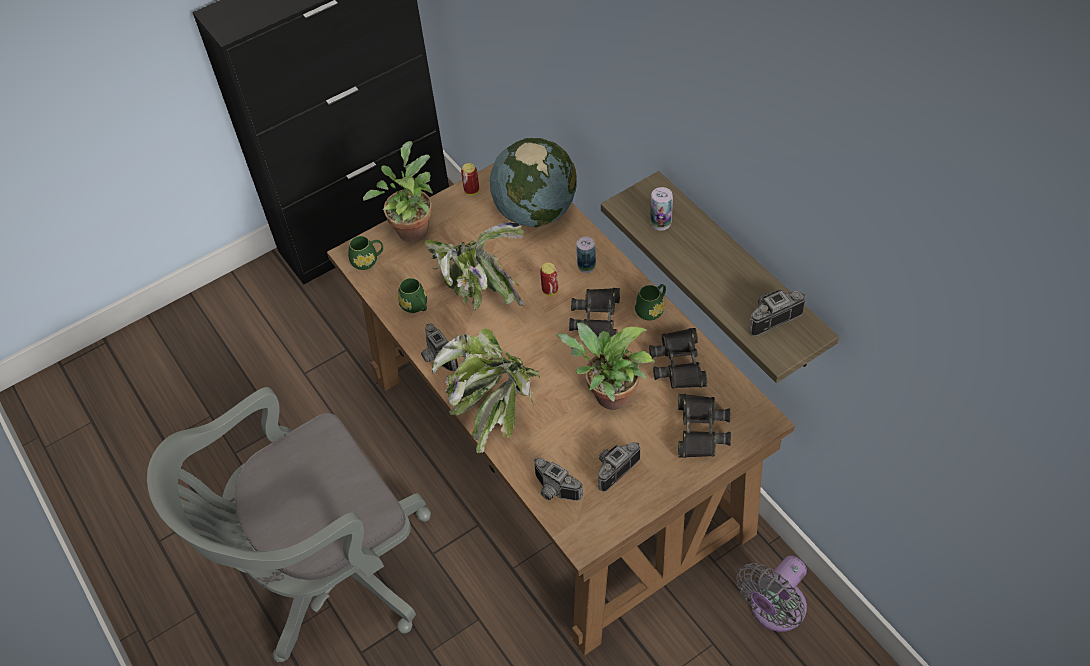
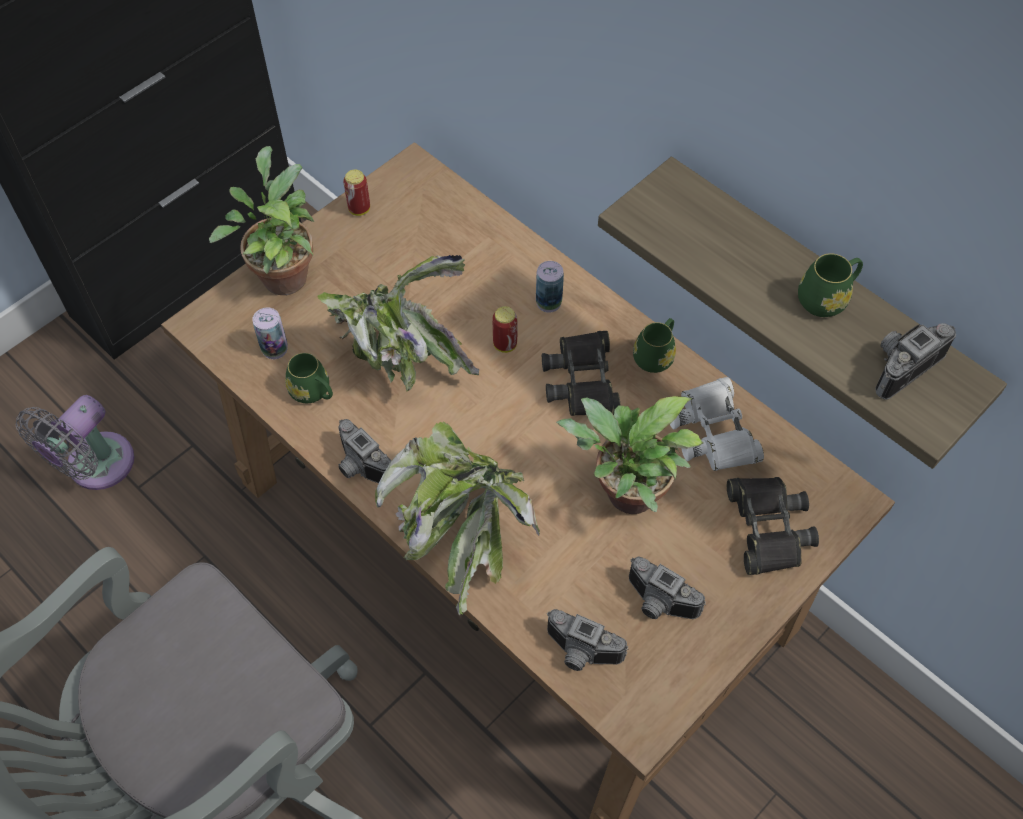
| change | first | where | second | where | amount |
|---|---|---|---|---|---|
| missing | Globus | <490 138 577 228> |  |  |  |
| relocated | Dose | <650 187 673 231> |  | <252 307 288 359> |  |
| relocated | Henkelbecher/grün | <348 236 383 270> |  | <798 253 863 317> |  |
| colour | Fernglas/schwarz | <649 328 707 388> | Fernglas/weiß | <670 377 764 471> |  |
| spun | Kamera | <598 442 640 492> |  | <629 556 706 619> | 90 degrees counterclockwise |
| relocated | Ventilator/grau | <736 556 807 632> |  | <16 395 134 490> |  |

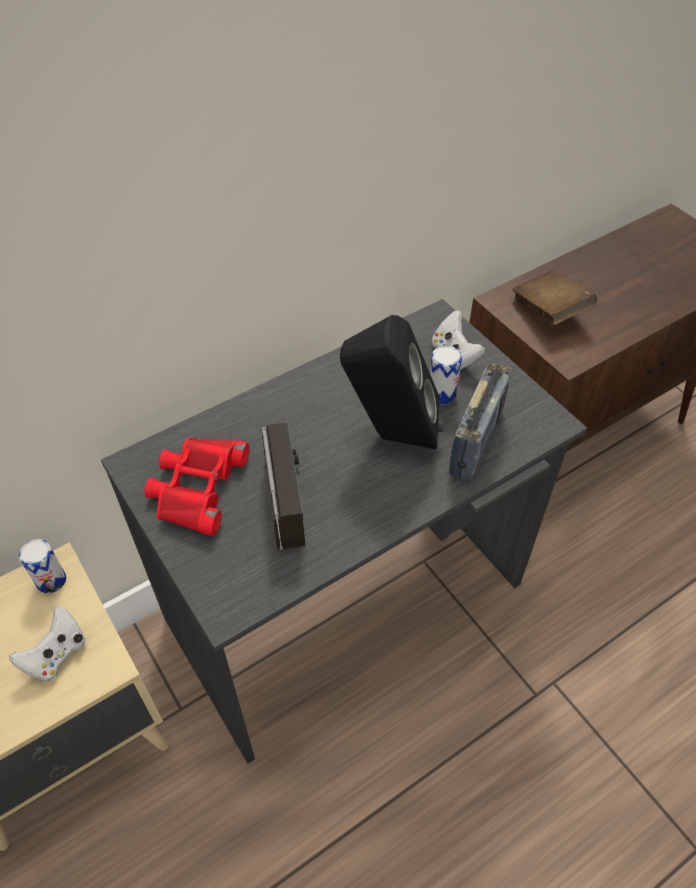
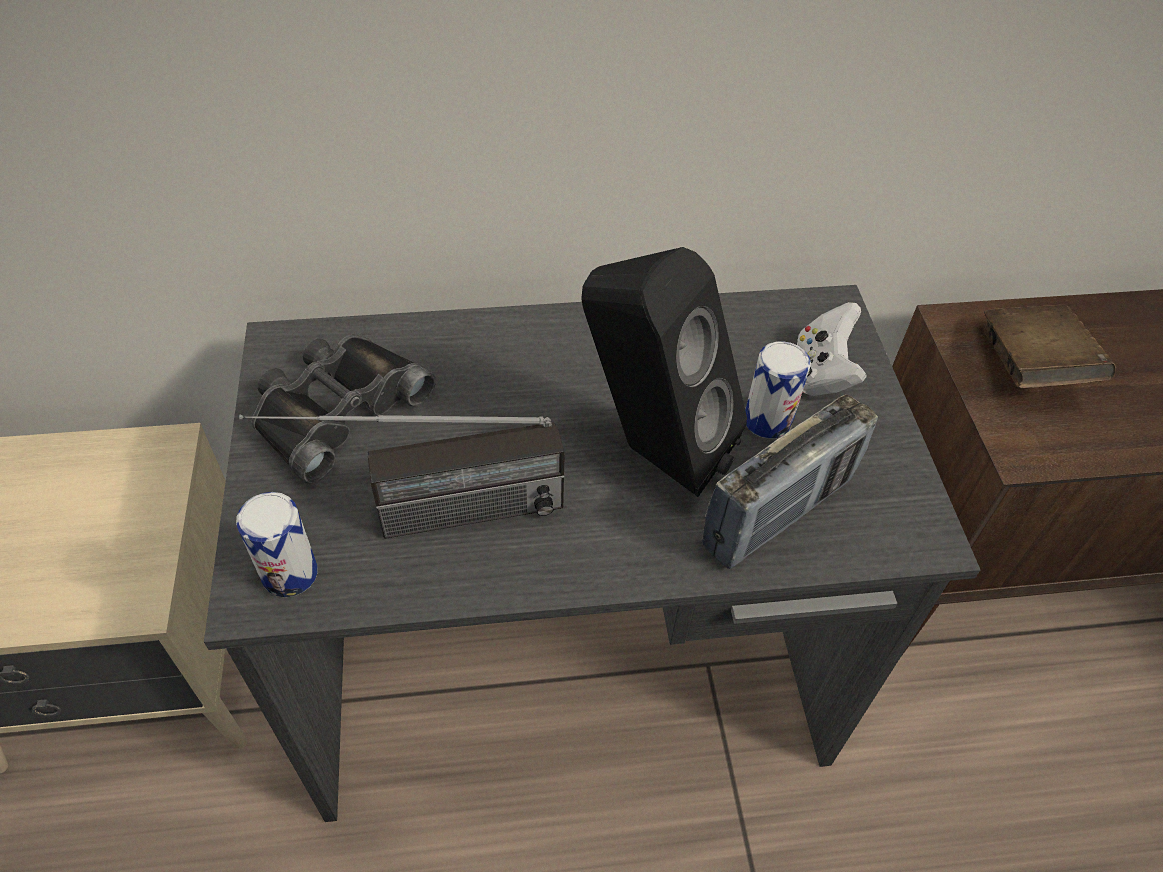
| change | first | where | second | where | amount |
|---|---|---|---|---|---|
| spun | Radio | <261 422 305 550> |  | <239 415 565 539> | 60 degrees clockwise |
| colour | Fernglas/rot | <144 438 250 536> | Fernglas/schwarz | <251 334 436 483> |  |
| relocated | Dose | <19 539 66 593> |  | <236 492 318 597> |  |
| missing | Gamepad/weiß | <9 606 85 682> |  |  |  |

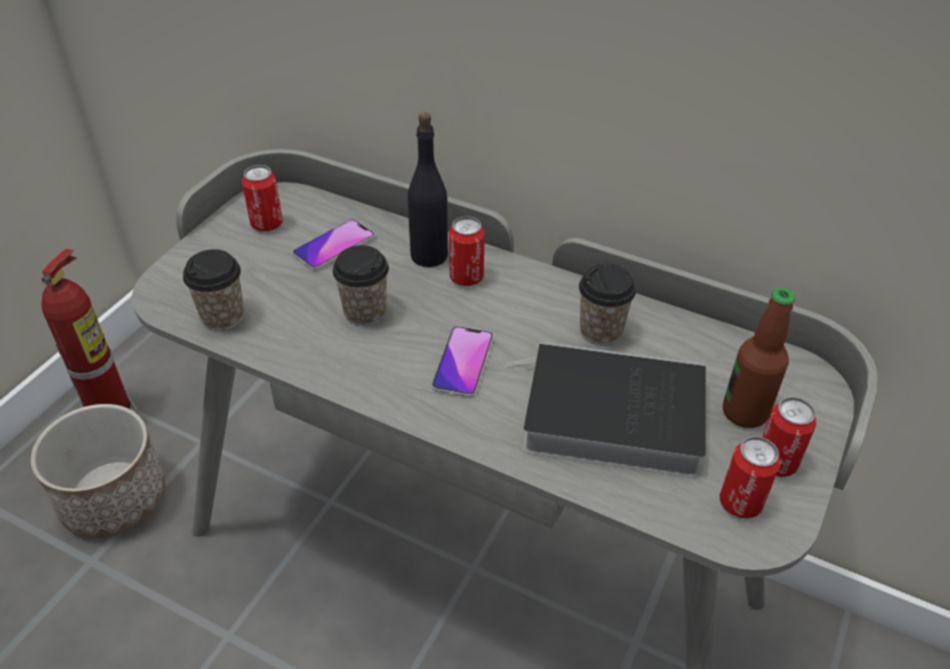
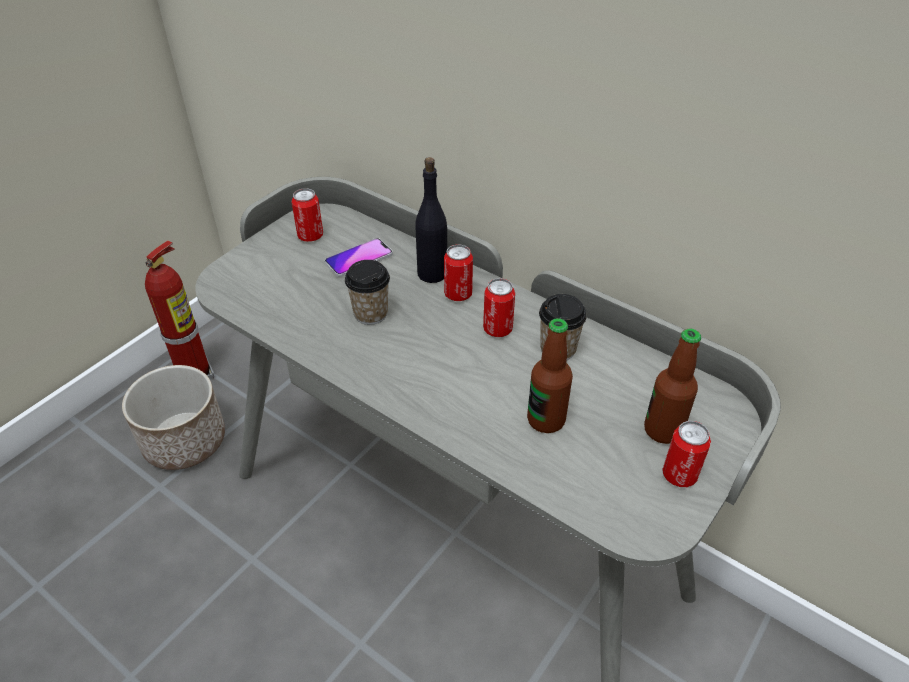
| change | first | where | second | where | amount |
|---|---|---|---|---|---|
| missing | Tasse | <183 249 244 331> |  |  |  |
| missing | Handy | <432 326 494 398> |  |  |  |
| exchanged | Buch | <504 342 706 478> | Flasche | <527 318 573 433> |  |
| relocated | Dose | <720 436 780 519> |  | <483 278 515 337> |  |

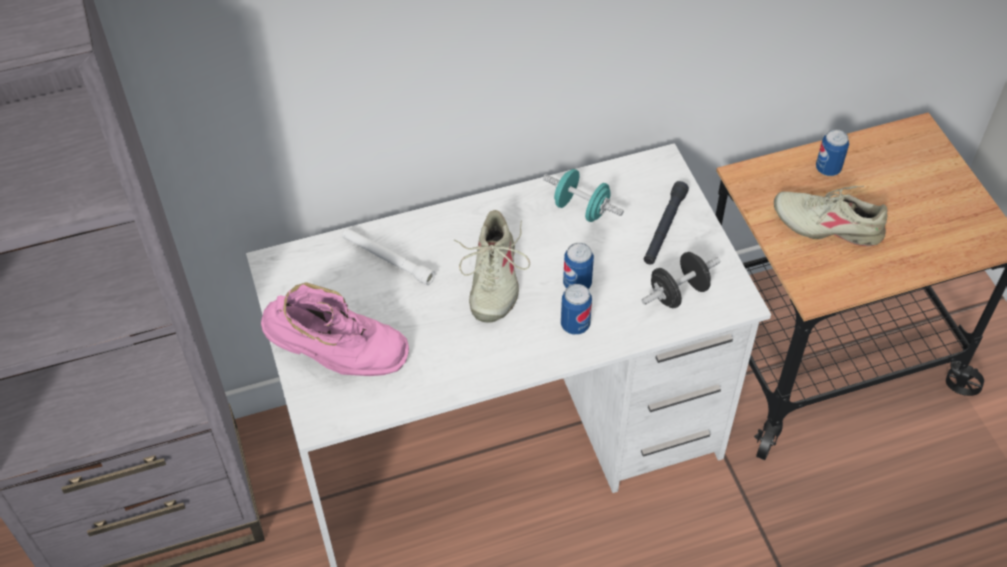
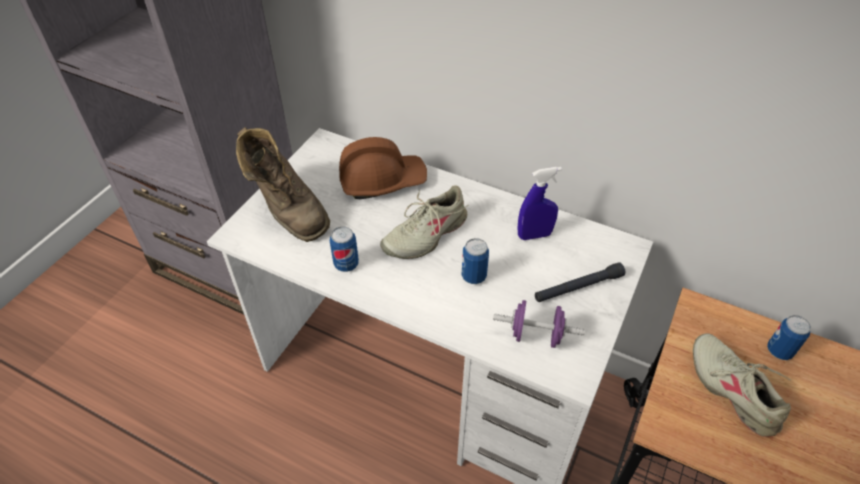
| change | first | where | second | where | amount |
|---|---|---|---|---|---|
| exchanged | Hantel/türkis | <543 169 624 222> | Sprühflasche/blau | <517 167 562 240> |  |
| exchanged | Taschenlampe/weiß | <342 228 435 285> | Schutzhelm/braun | <339 137 427 199> |  |
| colour | Hantel/schwarz | <642 252 720 308> | Hantel/lila | <493 300 585 348> |  |
| colour | Stiefel/rosa | <261 282 409 376> | Stiefel/braun | <236 127 330 242> |  |
| relocated | Dose | <561 284 592 335> |  | <330 227 359 272> |  |

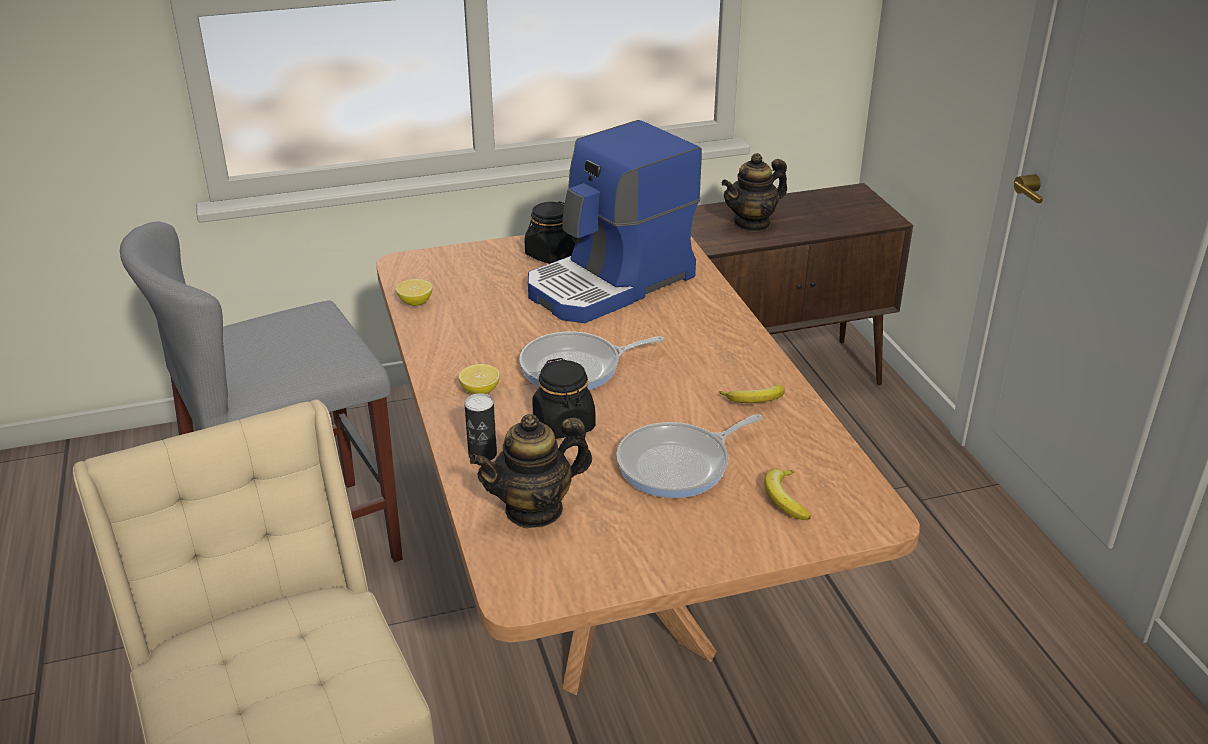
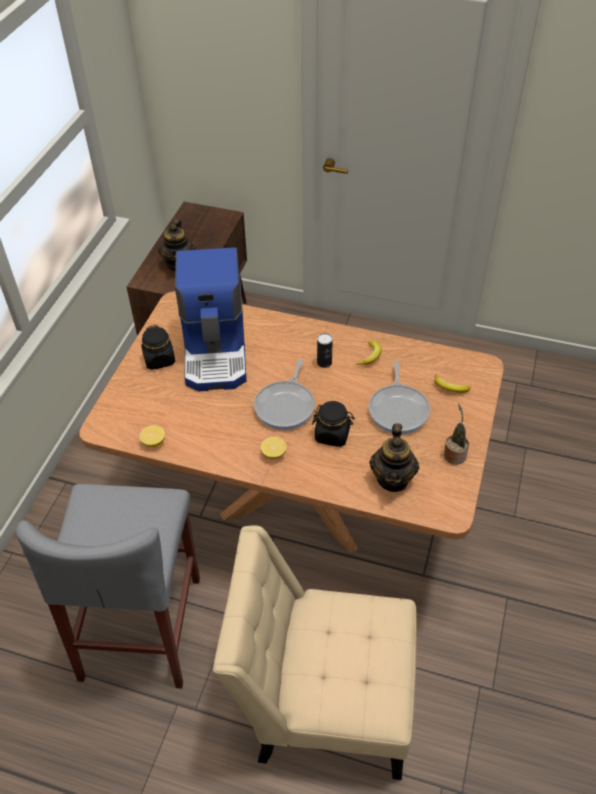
| change | first | where | second | where | amount |
|---|---|---|---|---|---|
| relocated | Dose | <465 393 497 461> |  | <317 333 333 368> |  |
| appeared |  |  | Topfpflanze | <444 403 469 465> |  |

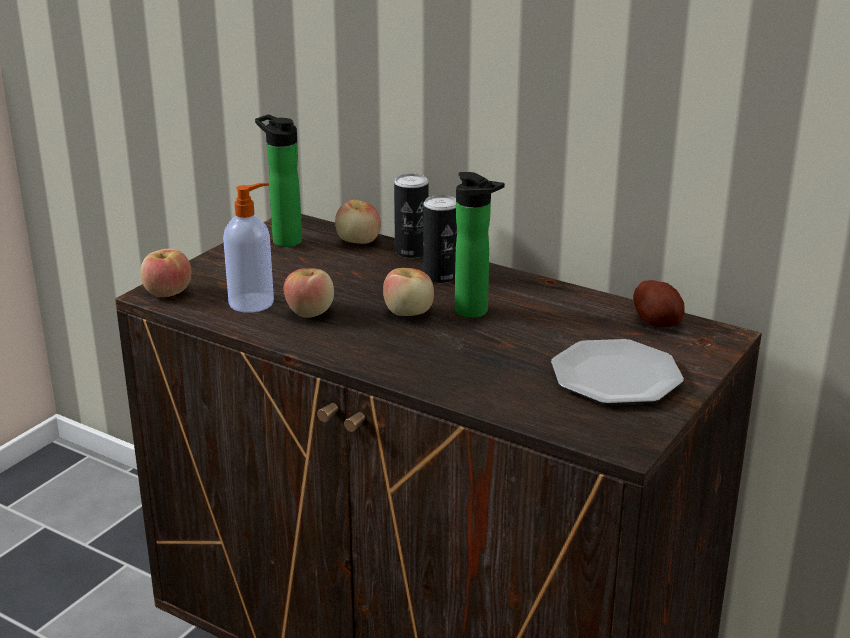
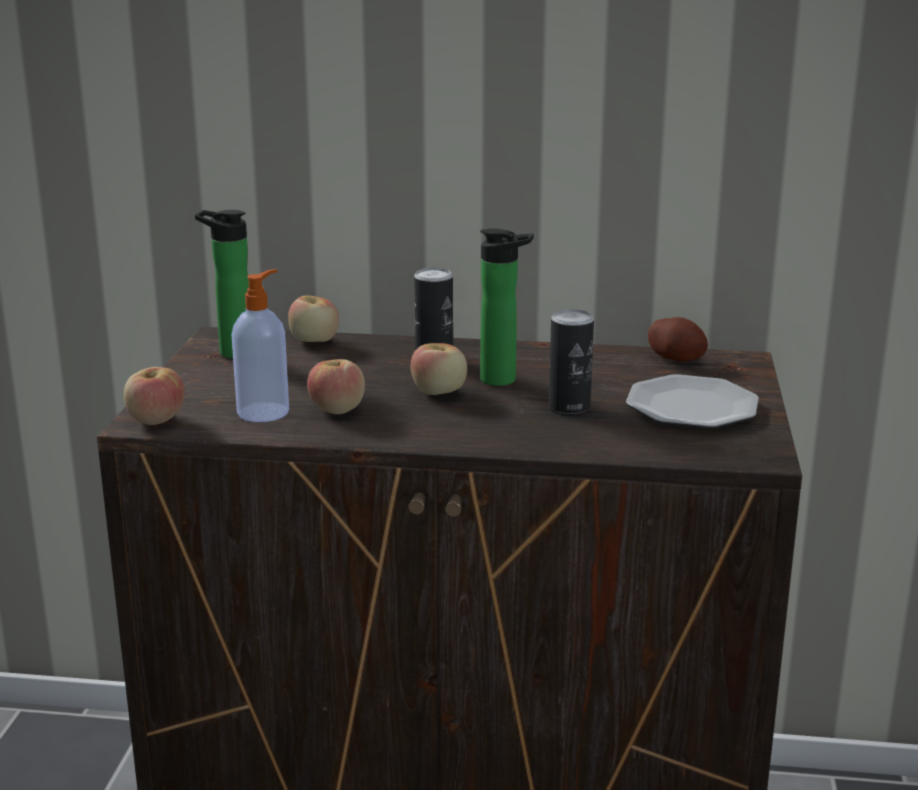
| change | first | where | second | where | amount |
|---|---|---|---|---|---|
| relocated | Dose | <394 174 429 258> |  | <549 309 594 414> |  |

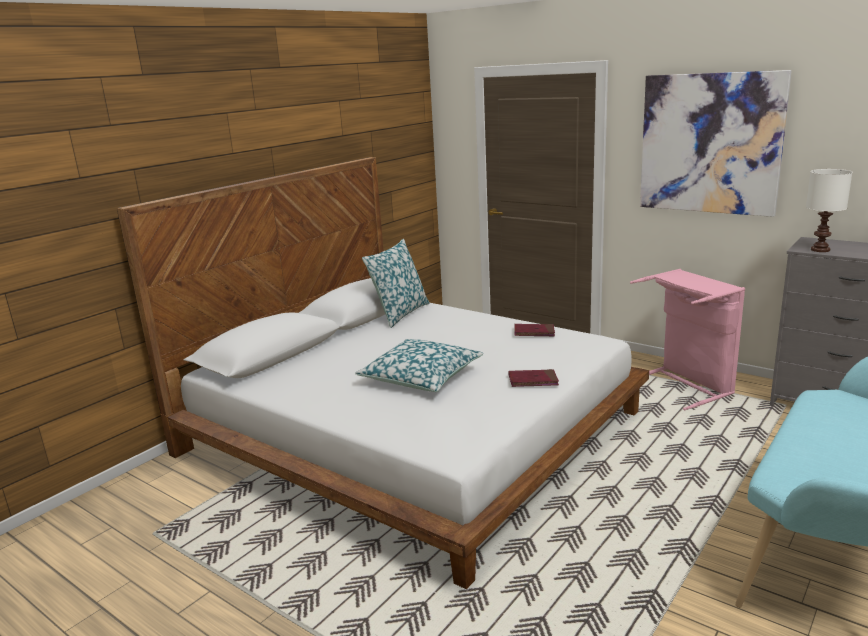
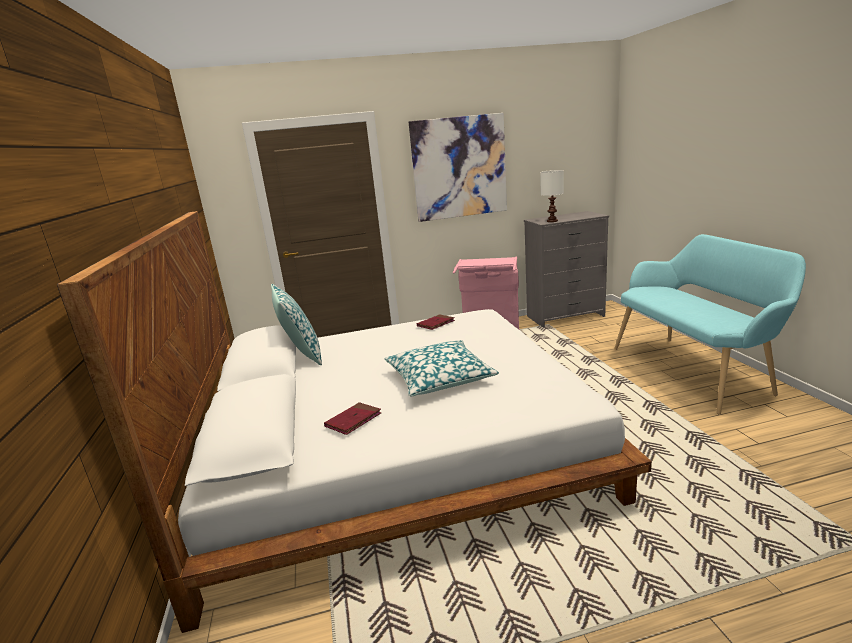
| change | first | where | second | where | amount |
|---|---|---|---|---|---|
| relocated | Buch/rot | <508 369 559 387> |  | <324 402 381 435> |  |

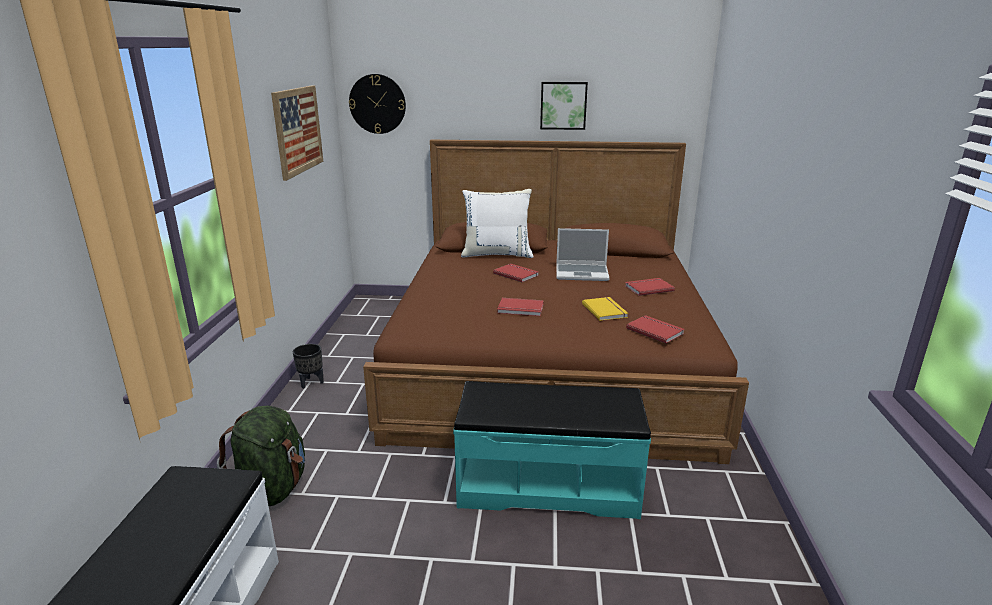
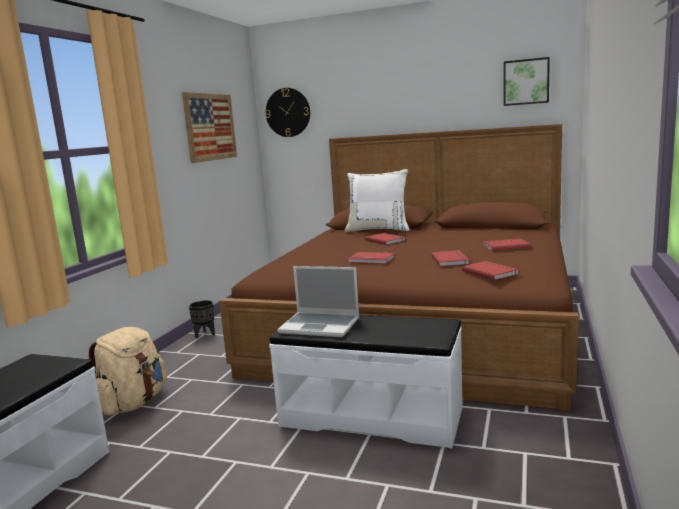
| change | first | where | second | where | amount |
|---|---|---|---|---|---|
| relocated | Bild | <540 82 588 130> |  | <504 57 550 106> |  |
| relocated | Laptop | <556 228 609 281> |  | <277 266 360 337> |  |
| colour | Buch/gelb | <582 297 628 321> | Buch/rot | <431 250 469 266> |  |
| colour | Bank/türkis | <453 381 651 519> | Bank/weiß | <269 315 463 448> |  |
| colour | Rucksack/grün | <217 406 305 506> | Rucksack/beige | <89 327 167 416> |  |

